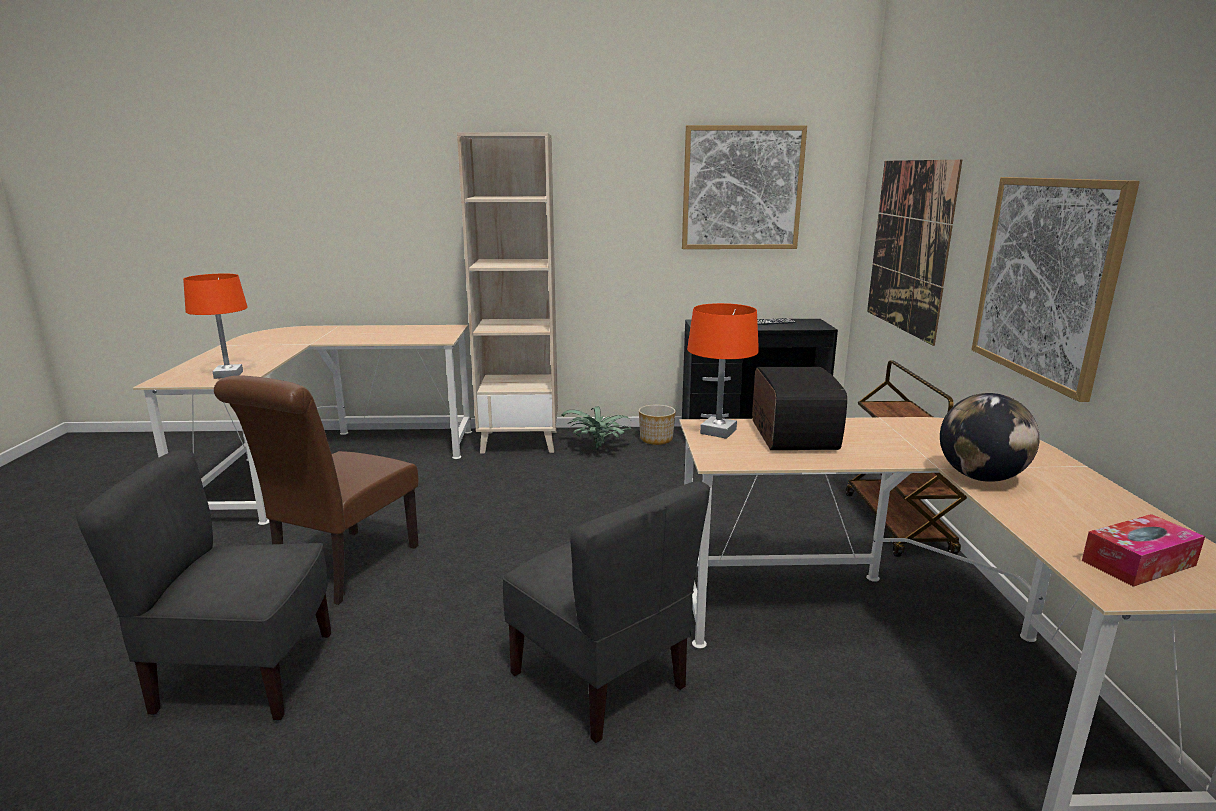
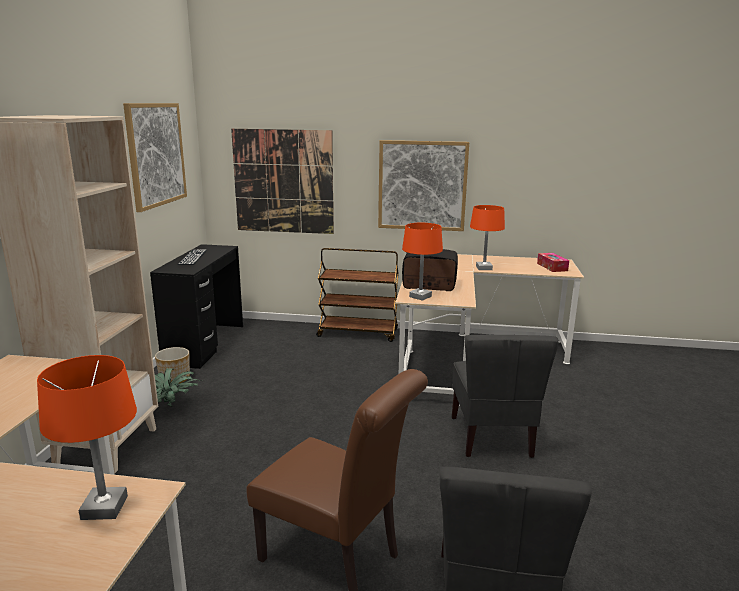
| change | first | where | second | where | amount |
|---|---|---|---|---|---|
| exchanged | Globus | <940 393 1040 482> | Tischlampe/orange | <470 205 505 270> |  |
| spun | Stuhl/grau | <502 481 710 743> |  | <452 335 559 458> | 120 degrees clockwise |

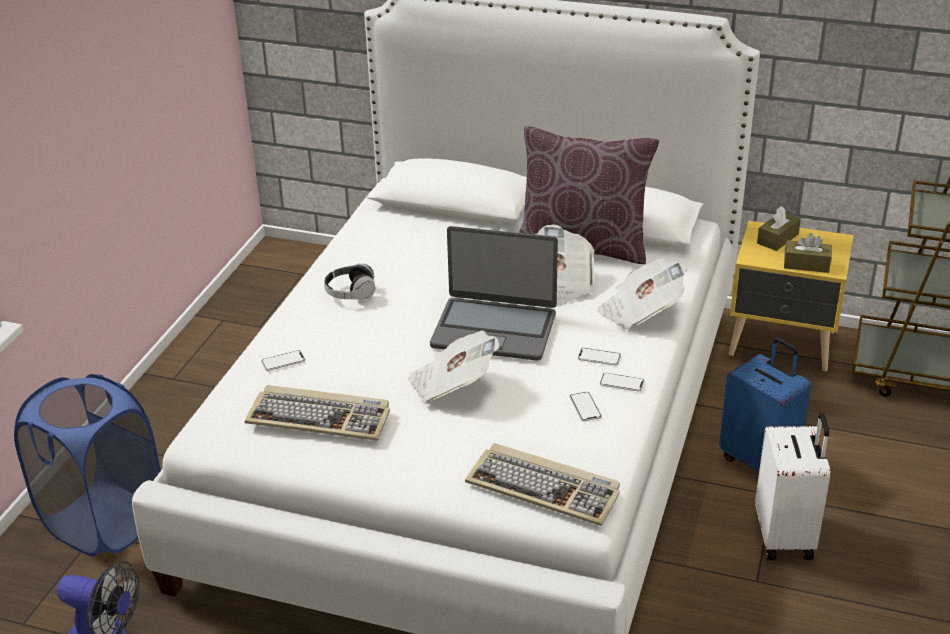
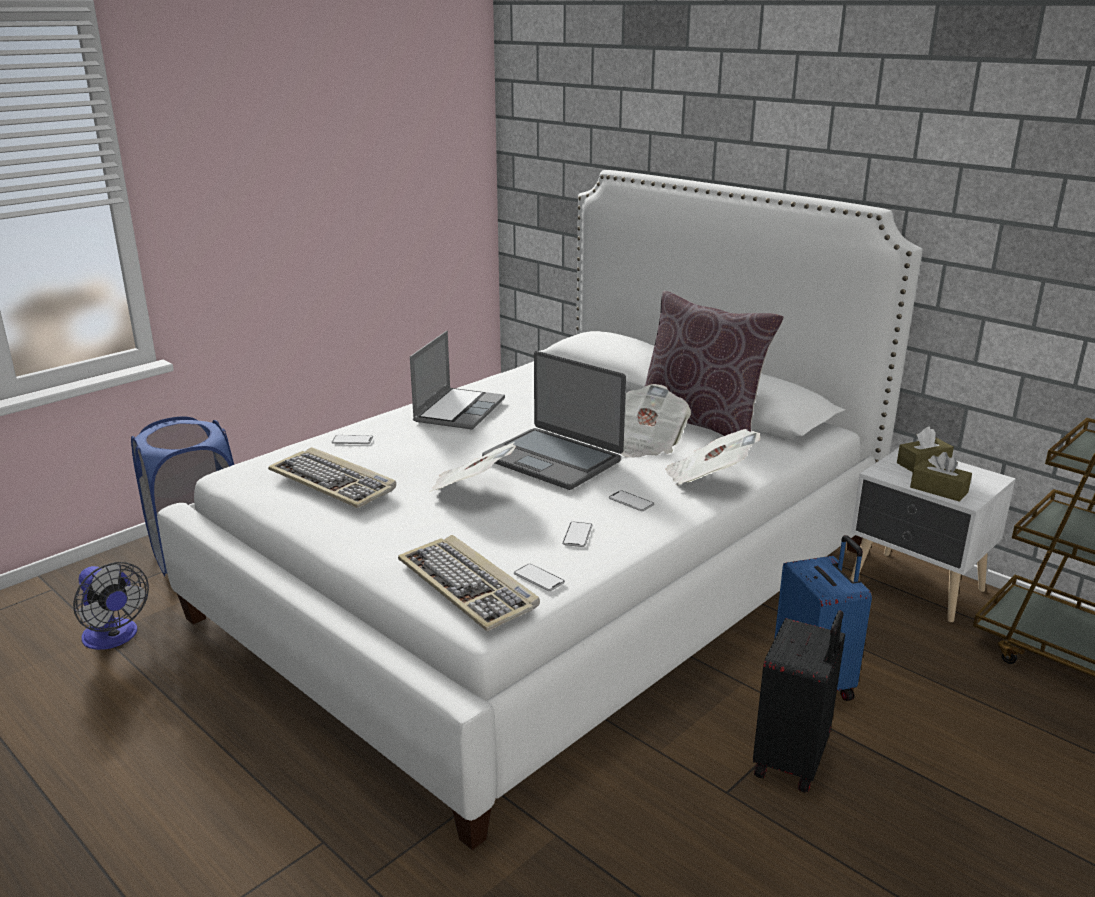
| change | first | where | second | where | amount |
|---|---|---|---|---|---|
| colour | Nachttisch/gelb | <728 221 854 371> | Nachttisch/weiß | <850 448 1016 622> |  |
| exchanged | Kopfhörer | <324 264 375 300> | Laptop | <410 331 505 430> |  |
| relocated | Handy | <600 373 644 392> |  | <514 564 565 591> |  |
| colour | Koffer/weiß | <755 413 831 560> | Koffer/schwarz | <753 610 845 793> |  |

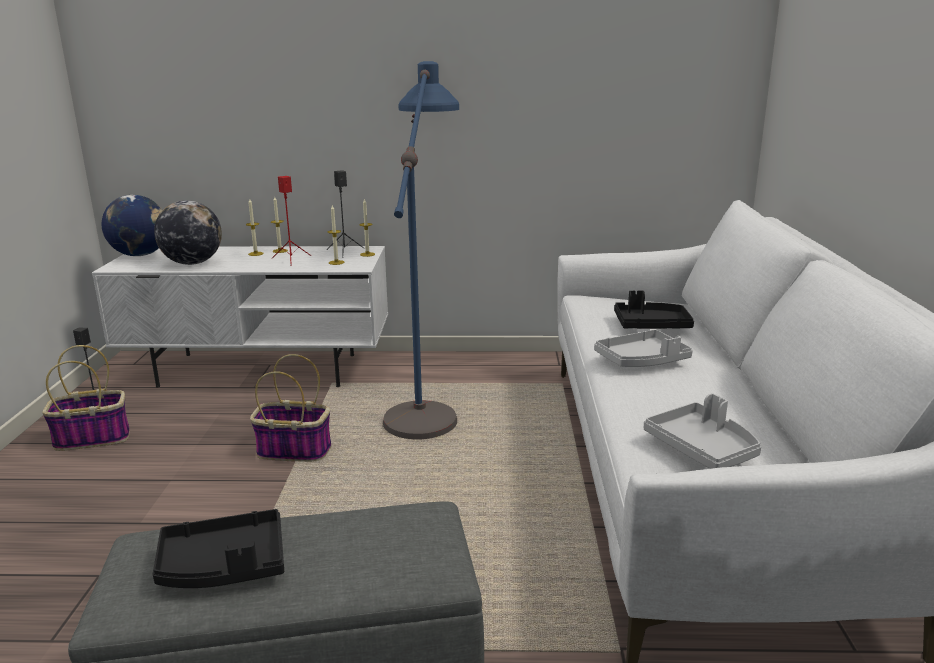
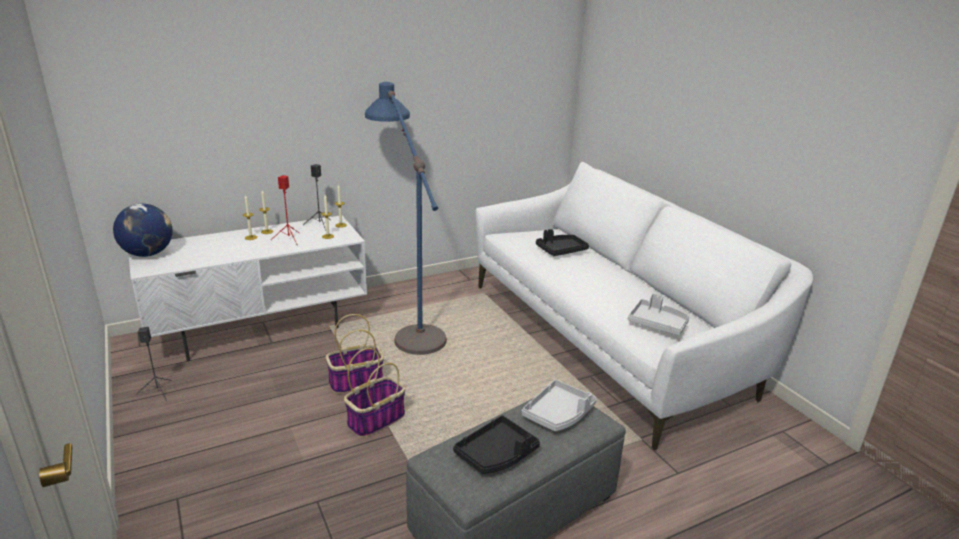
| change | first | where | second | where | amount |
|---|---|---|---|---|---|
| missing | Globus | <154 200 222 265> |  |  |  |
| relocated | Tablett/grau | <594 329 693 367> |  | <522 380 596 431> |  |
| relocated | Korb | <42 345 130 451> |  | <344 348 406 438> |  |

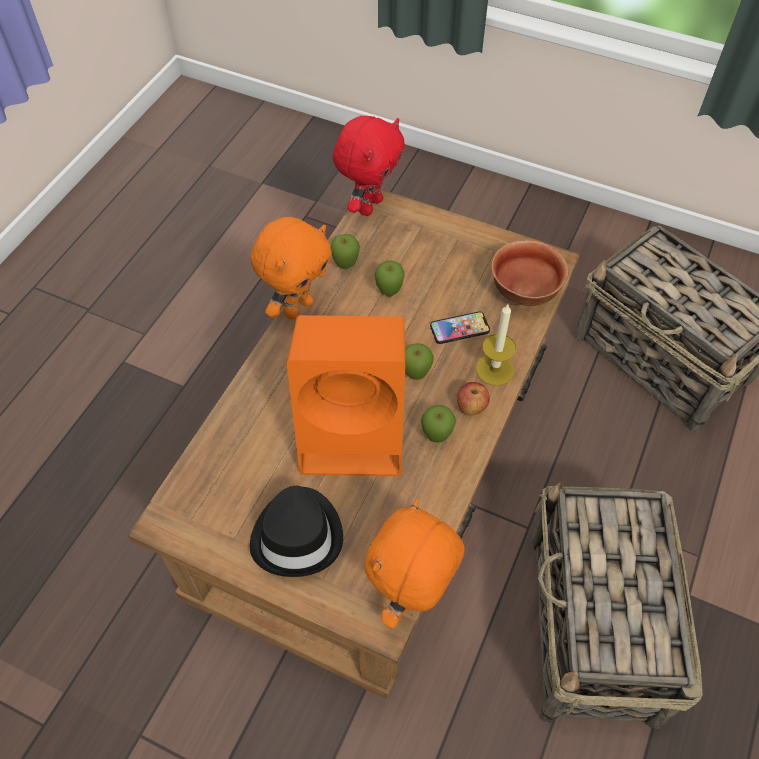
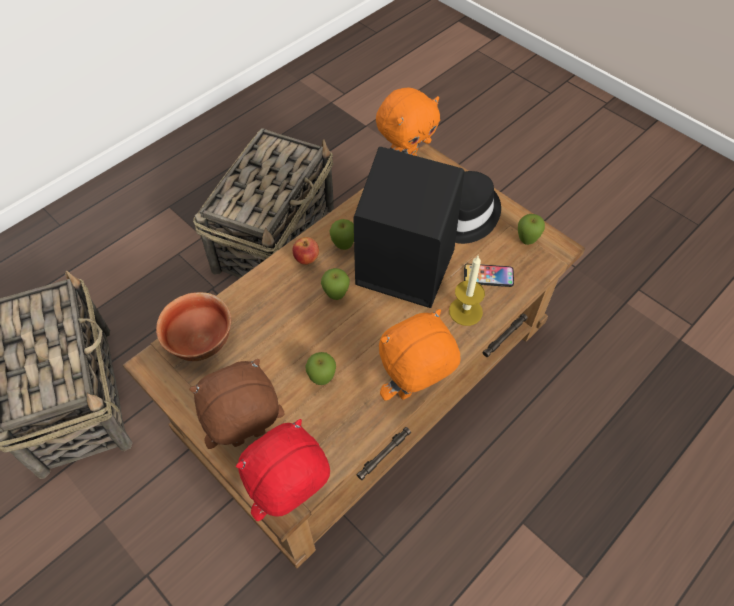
| change | first | where | second | where | amount |
|---|---|---|---|---|---|
| relocated | Apfel | <331 234 360 269> |  | <518 214 545 245> |  |
| relocated | Kerze | <476 304 516 386> |  | <449 256 485 326> |  |
| relocated | Handy | <430 311 490 344> |  | <464 264 514 287> |  |
| colour | Lautsprecher/orange | <287 315 405 476> | Lautsprecher/schwarz | <353 147 465 308> |  |
| appeared |  |  | Plüschtier/braun | <189 359 285 449> |  |

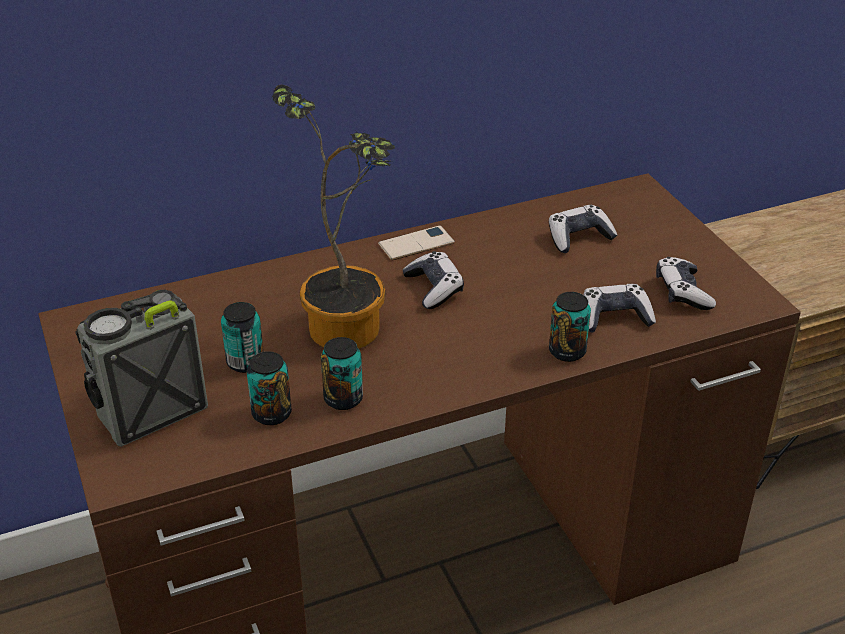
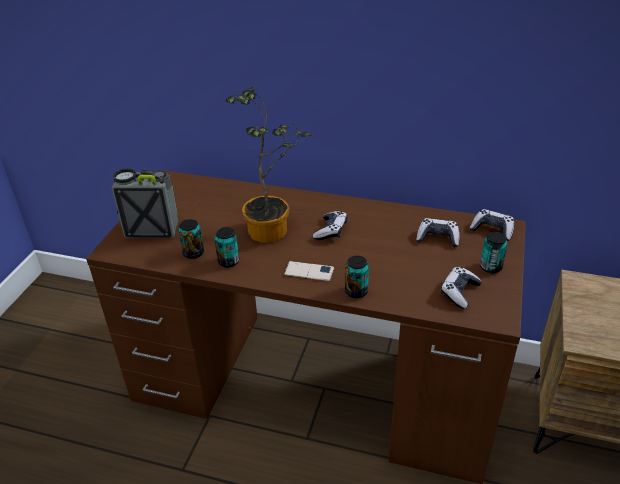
| change | first | where | second | where | amount |
|---|---|---|---|---|---|
| relocated | Handy | <378 226 455 260> |  | <284 261 334 282> |  |
| relocated | Gamepad | <583 284 656 333> |  | <469 209 514 241> |  |
| relocated | Dose | <221 302 264 373> |  | <480 232 508 273> |  |

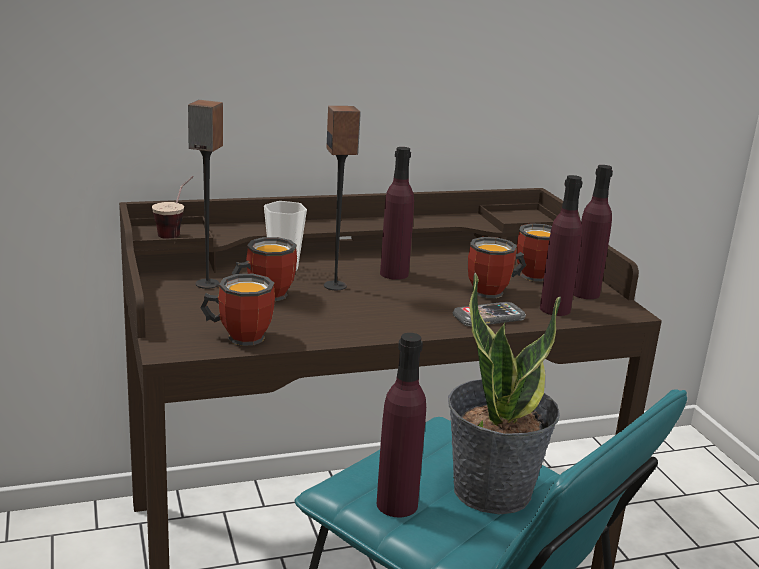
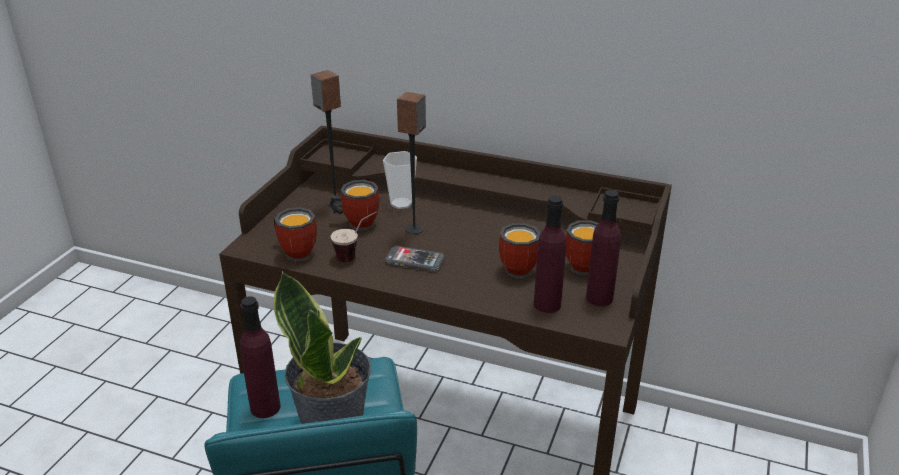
| change | first | where | second | where | amount |
|---|---|---|---|---|---|
| missing | Flasche/lila | <380 147 414 280> |  |  |  |
| relocated | Tasse | <152 176 193 239> |  | <331 212 377 262> |  |
| relocated | Handy | <453 302 526 327> |  | <386 246 445 271> |  |

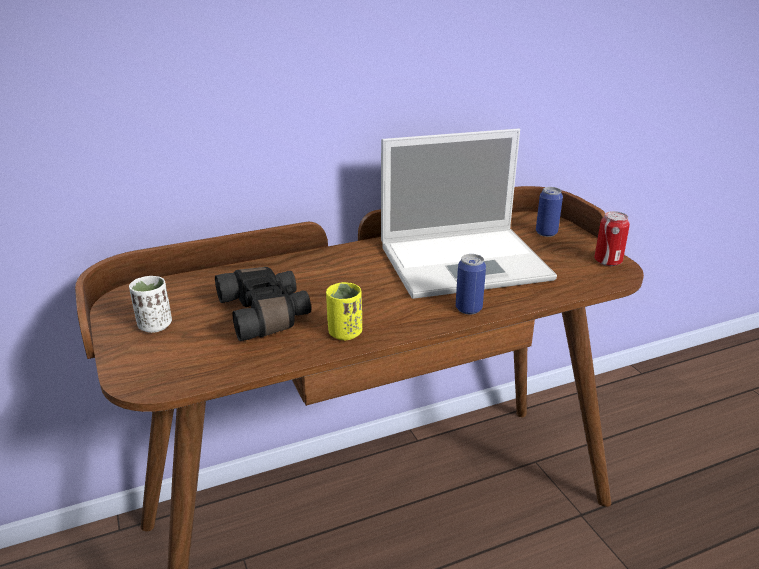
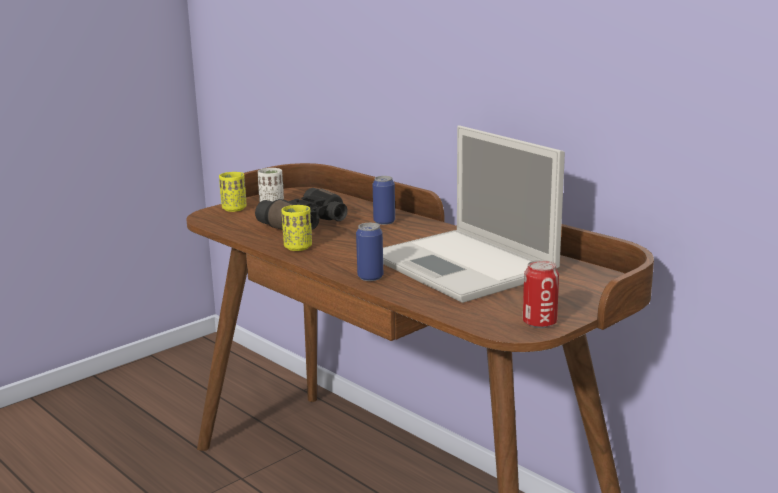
| change | first | where | second | where | amount |
|---|---|---|---|---|---|
| relocated | Dose | <536 187 563 237> |  | <373 176 395 225> |  |
| appeared |  |  | Tasse/gelb | <219 172 247 212> |  |

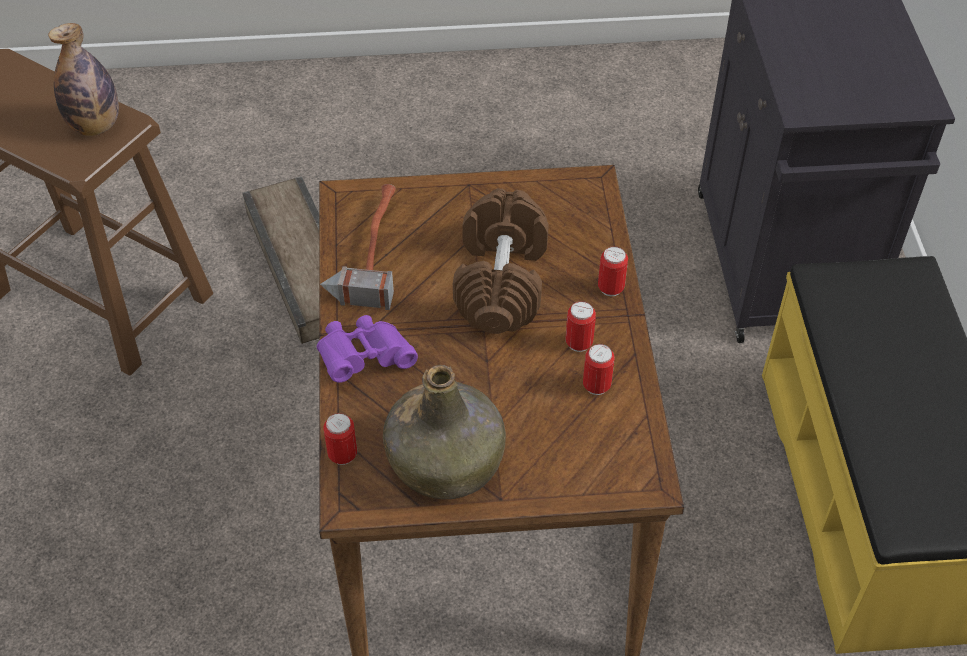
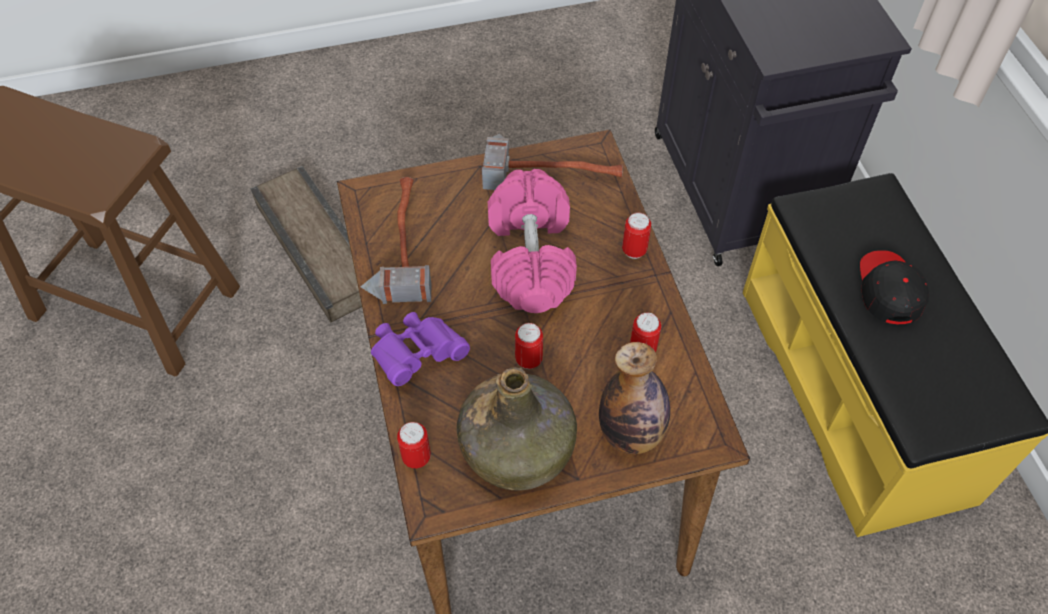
| change | first | where | second | where | amount |
|---|---|---|---|---|---|
| relocated | Flasche | <48 23 119 136> |  | <599 342 670 454> |  |
| colour | Hantel/braun | <453 188 549 334> | Hantel/rosa | <488 169 577 313> |  |
| relocated | Dose | <565 301 596 352> |  | <515 323 543 369> |  |
| appeared |  |  | Hammer | <482 134 623 190> |  |
| appeared |  |  | Kappe/schwarz | <860 250 929 324> |  |

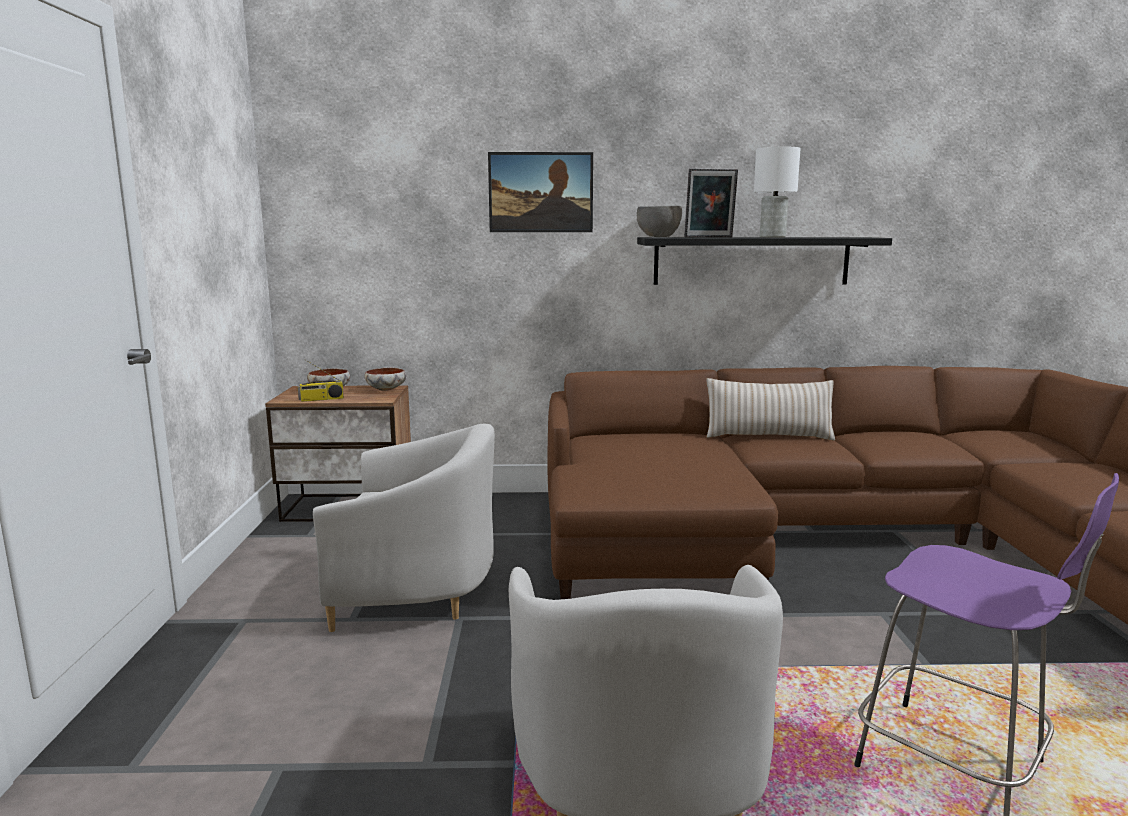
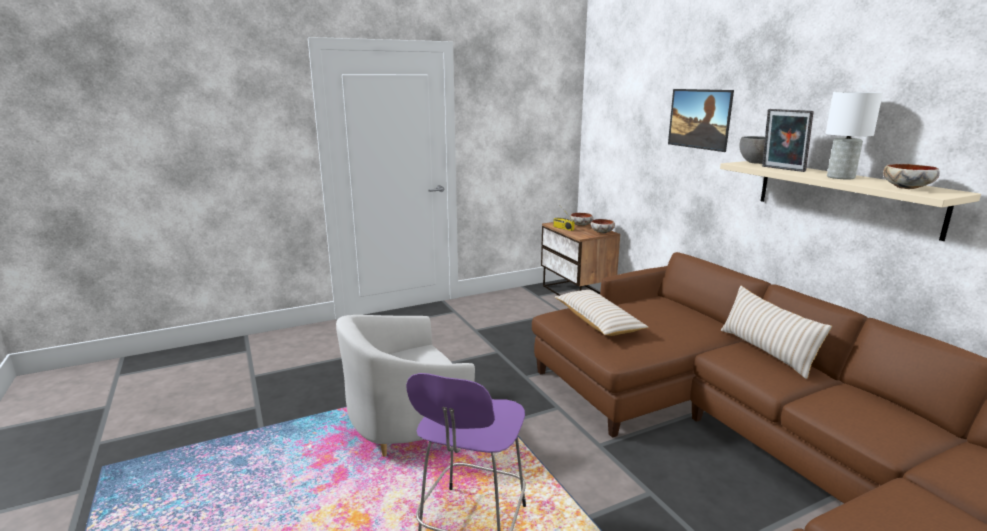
| change | first | where | second | where | amount |
|---|---|---|---|---|---|
| colour | Wandregal/schwarz | <637 237 892 285> | Wandregal/beige | <720 161 981 241> |  |
| missing | Sessel/weiß | <313 423 495 632> |  |  |  |
| appeared |  |  | Schüssel | <883 164 940 189> |  |
| appeared |  |  | Kissen/beige | <555 290 648 336> |  |

